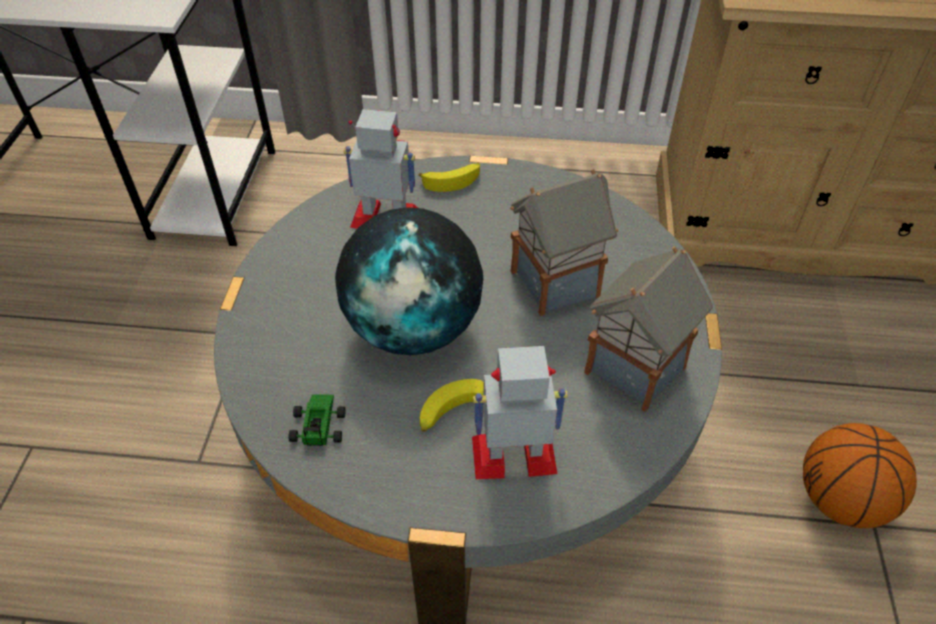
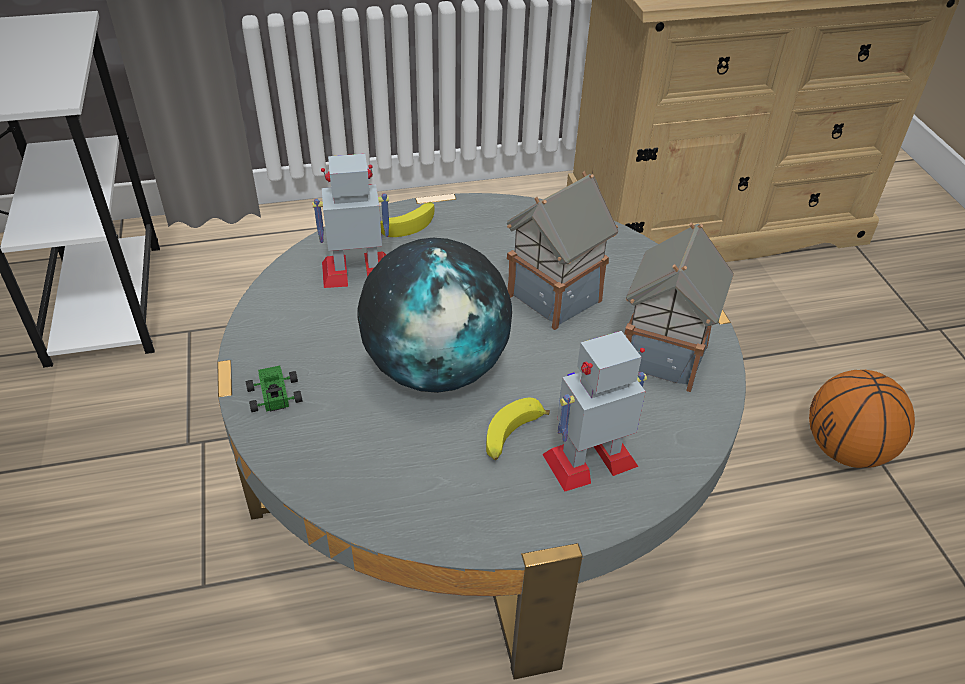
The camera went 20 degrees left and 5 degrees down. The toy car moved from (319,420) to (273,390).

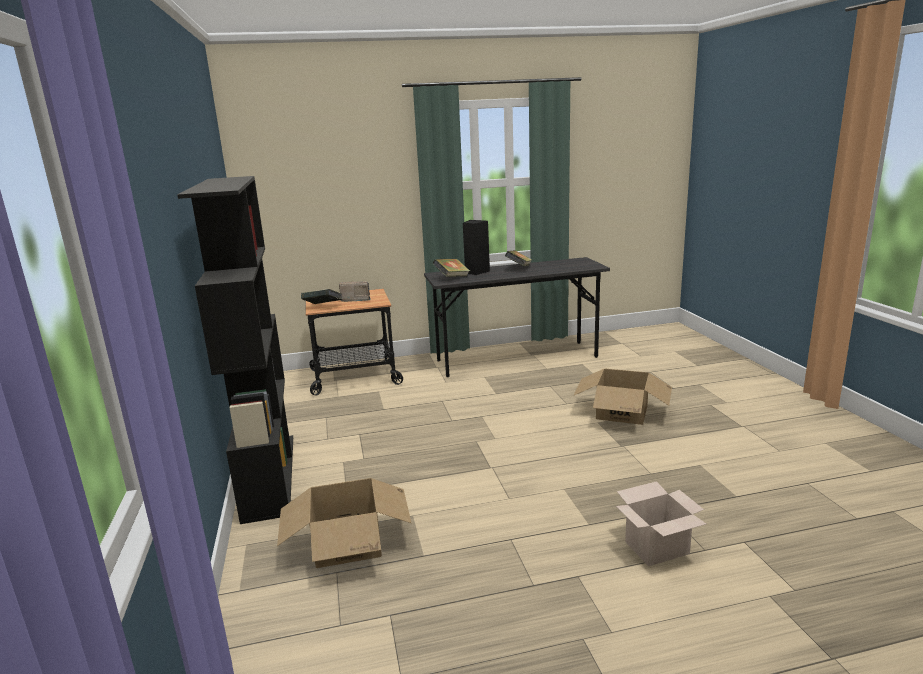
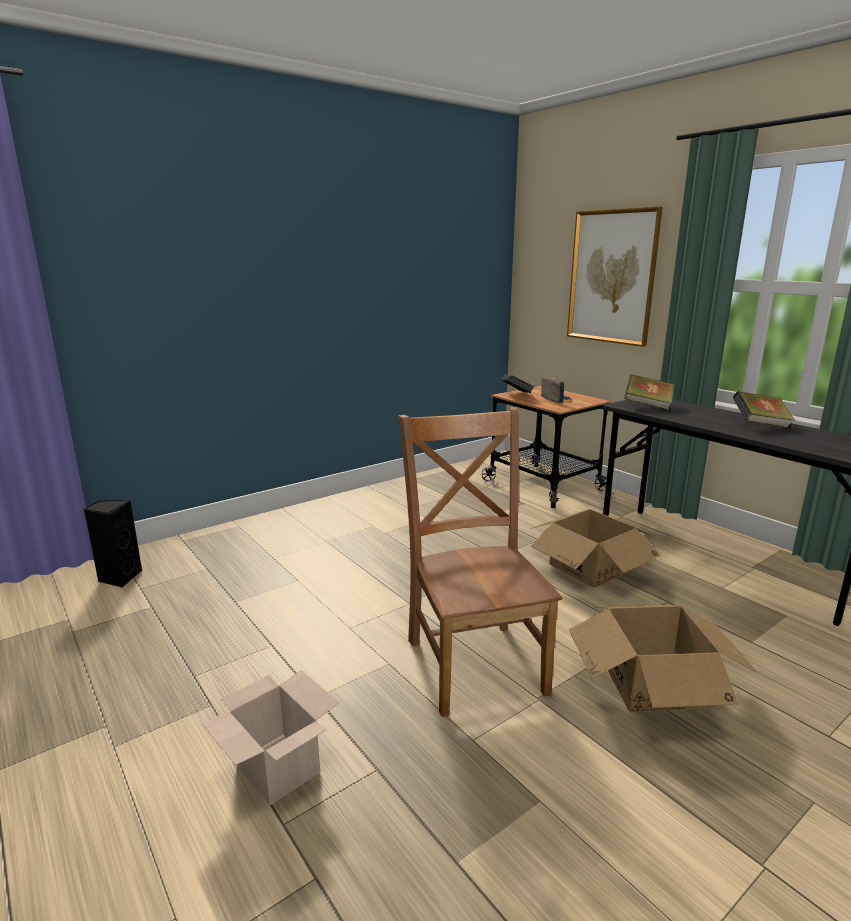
The camera went 65 degrees right and 0 degrees up. The black bookcase at (268,475) disappeared. The black speaker moved from (475,272) to (119,577). The cardboard box moved from (348,542) to (590,567). The picture at (612,277) appeared. The brown chair at (474,661) appeared.

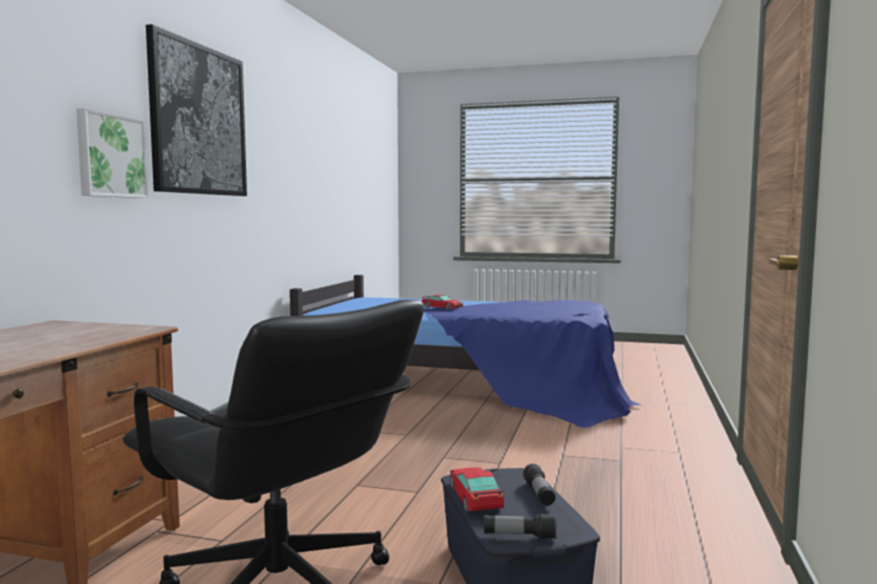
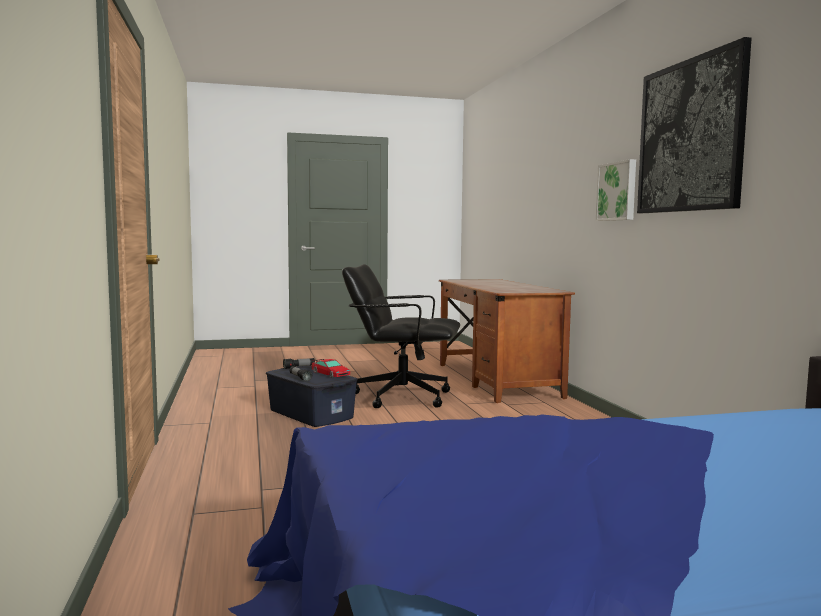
The camera went 150 degrees right and 0 degrees up. The toy car at (441,308) disappeared.

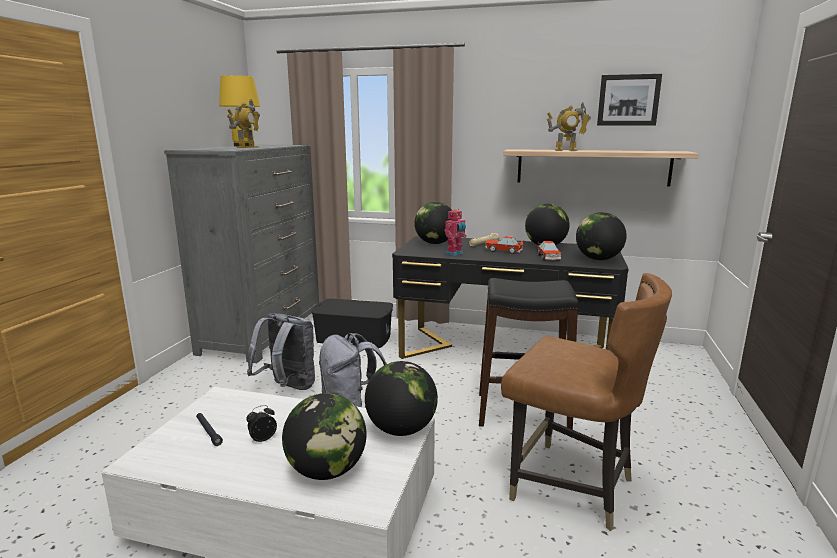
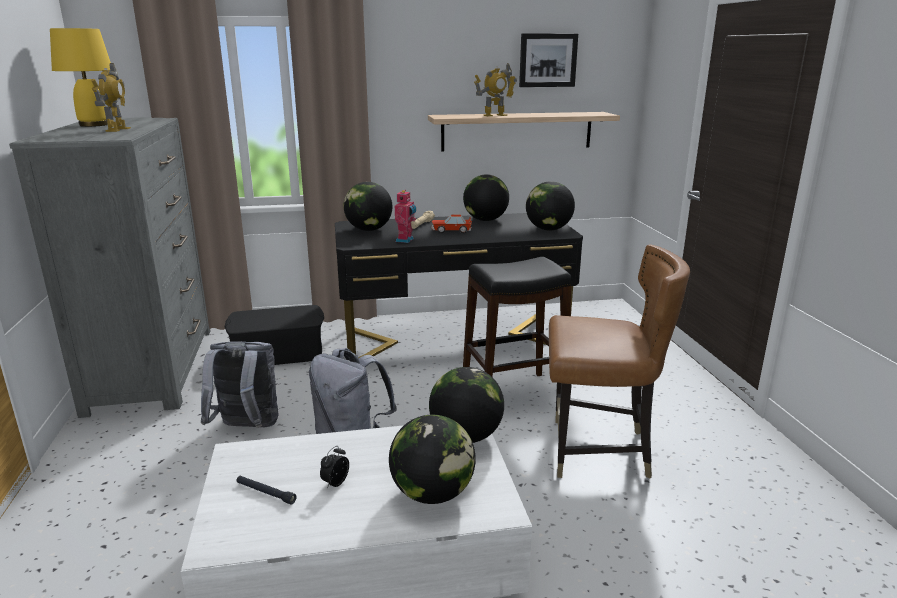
The camera went 25 degrees left and 5 degrees up. The toy car at (548,258) disappeared.

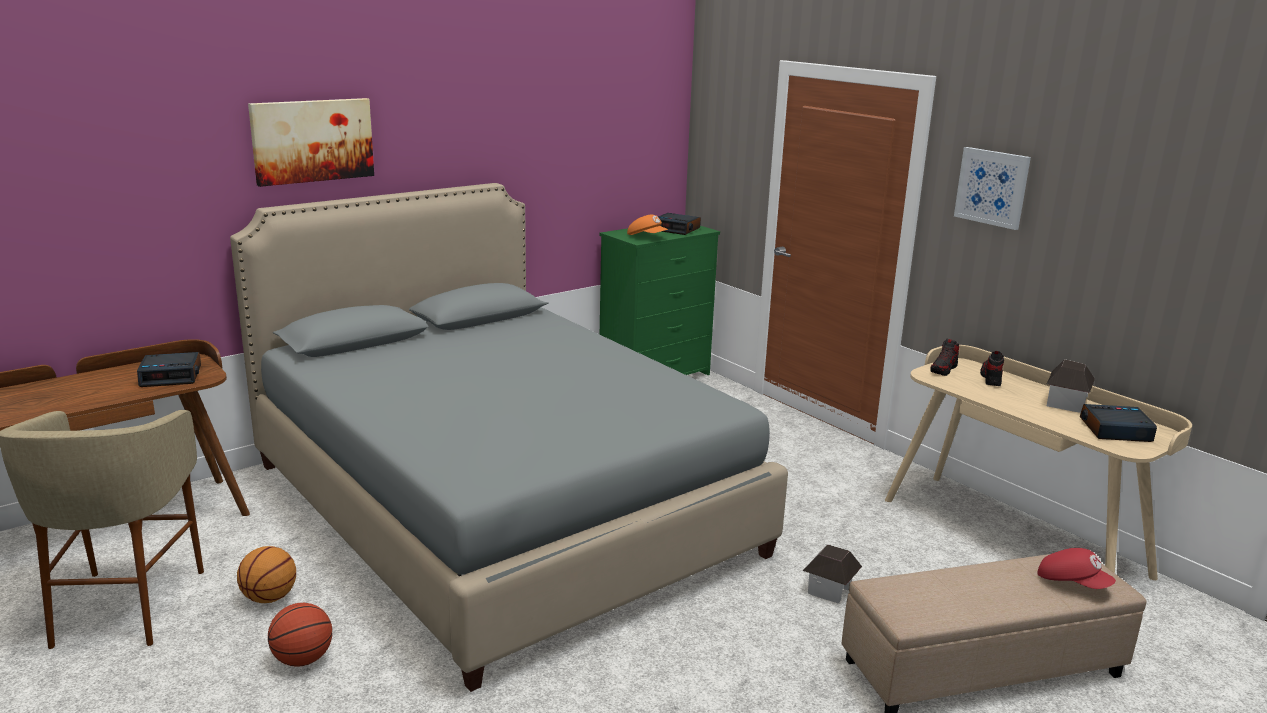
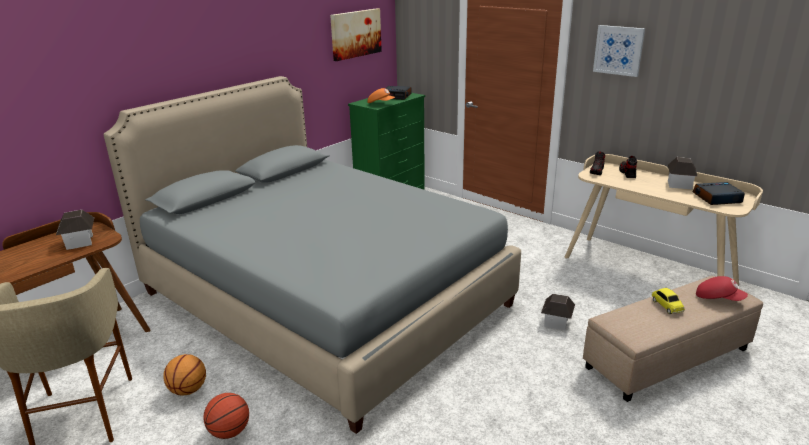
The camera went 10 degrees left and 5 degrees up. The picture moved from (312,140) to (355,34). The alarm clock at (172,376) was replaced by the toy house at (80,242). The toy car at (666,306) appeared.

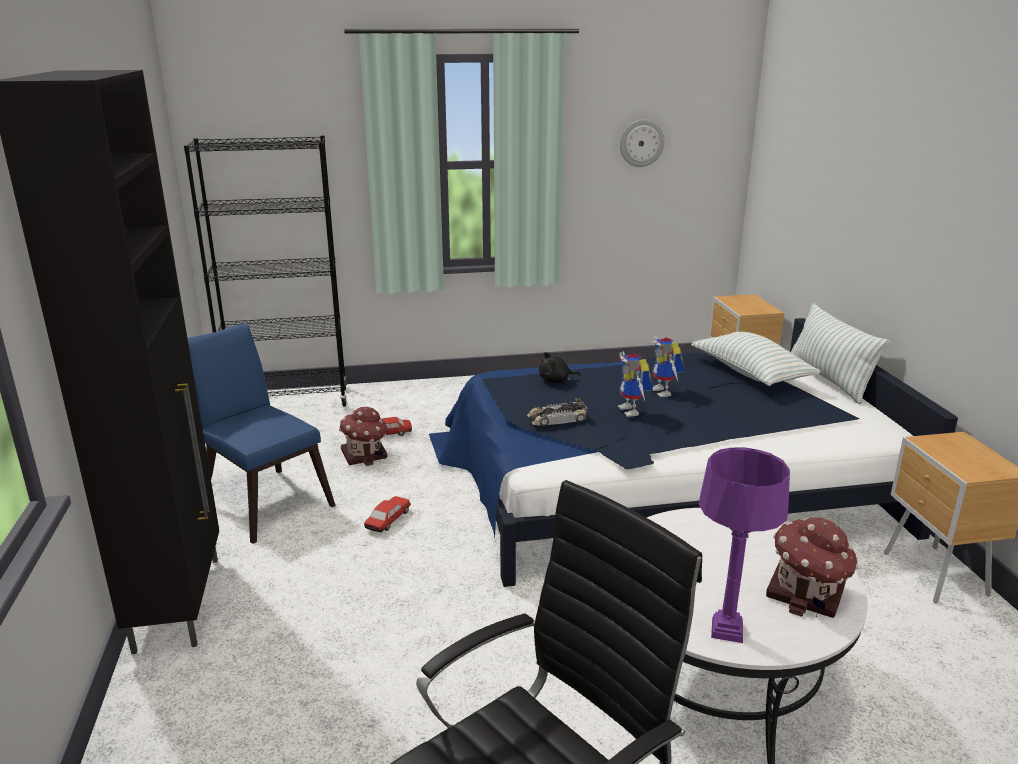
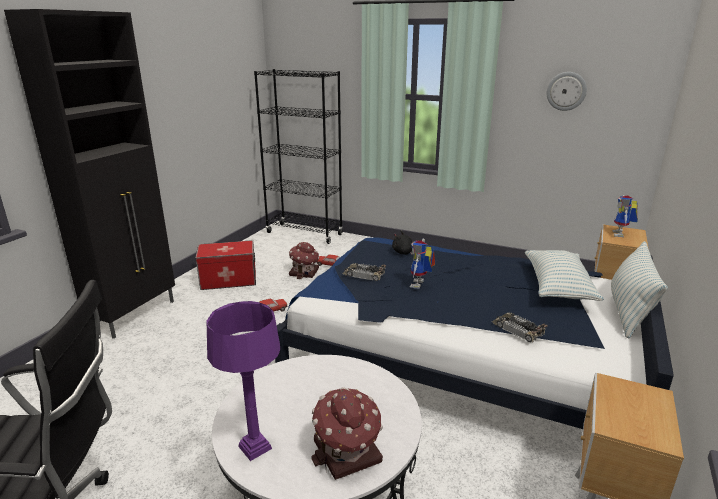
The camera went 35 degrees right and 0 degrees up. The blue chair at (264,500) was replaced by the storage box at (229,280). The toy robot moved from (665,392) to (621,235). The toy car at (517,329) appeared.

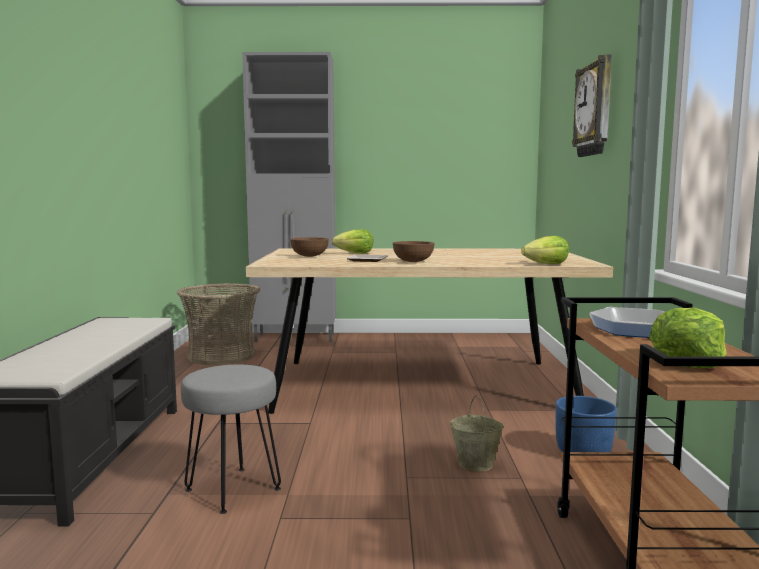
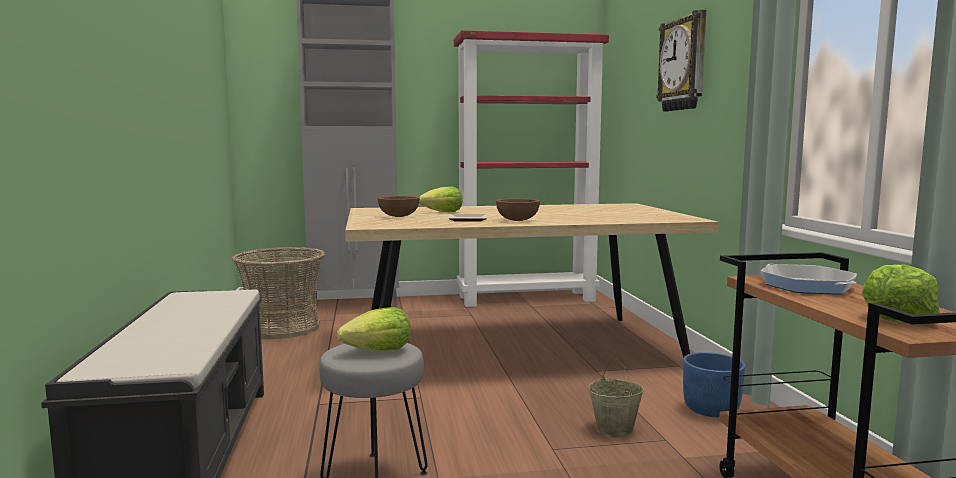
The camera went 10 degrees left and 0 degrees up. The lettuce moved from (546,264) to (378,351). The red bookcase at (527,298) appeared.

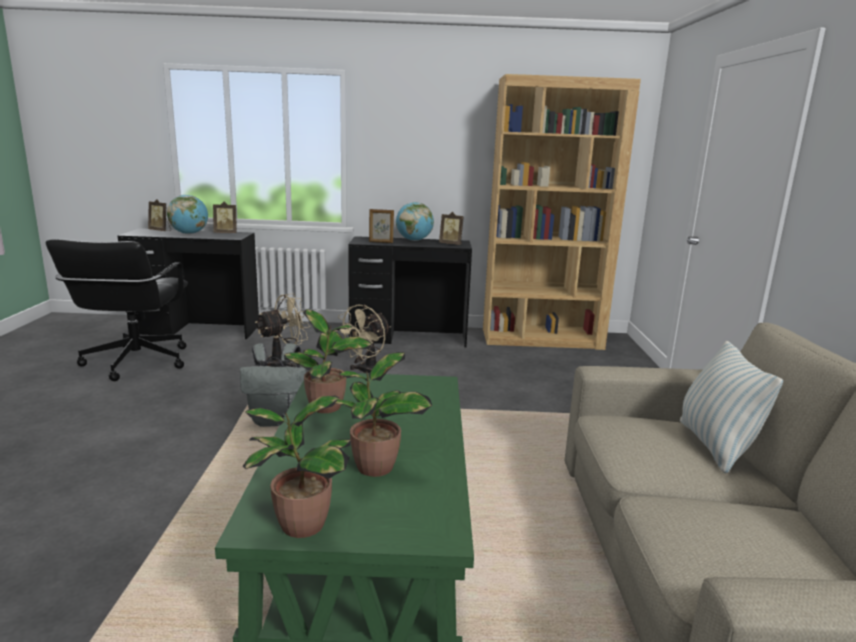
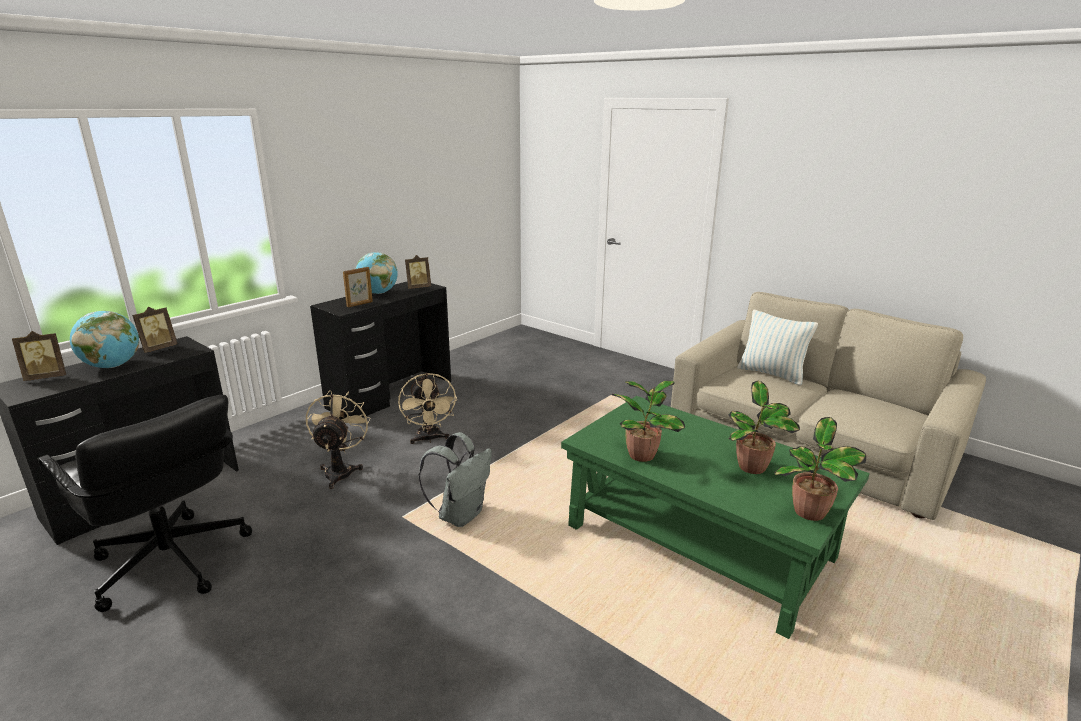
The camera went 50 degrees left and 5 degrees up. The brown bookcase at (542,339) disappeared.

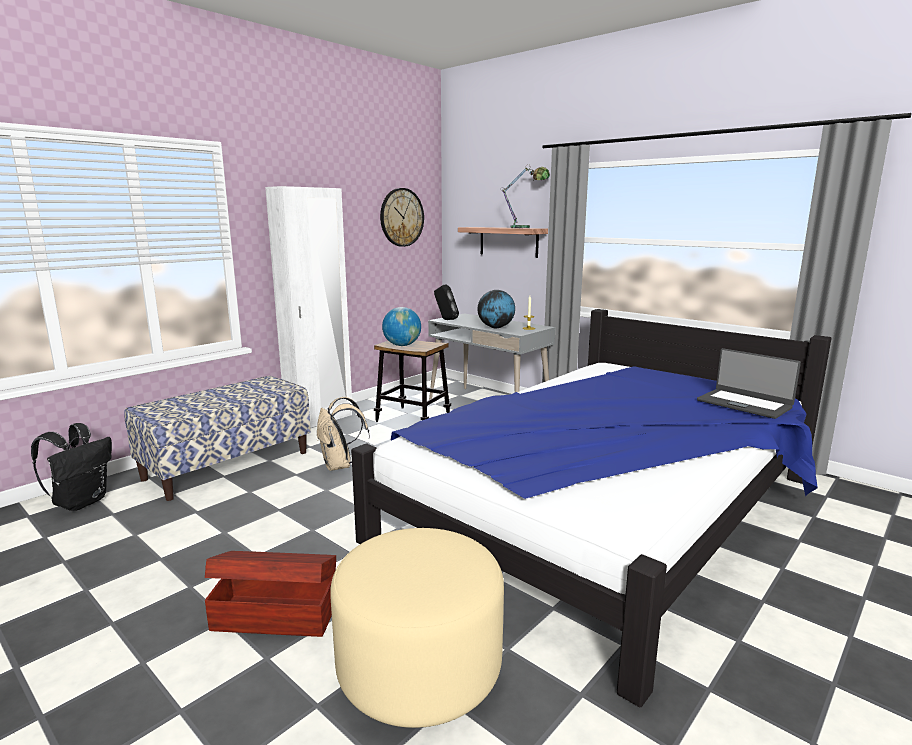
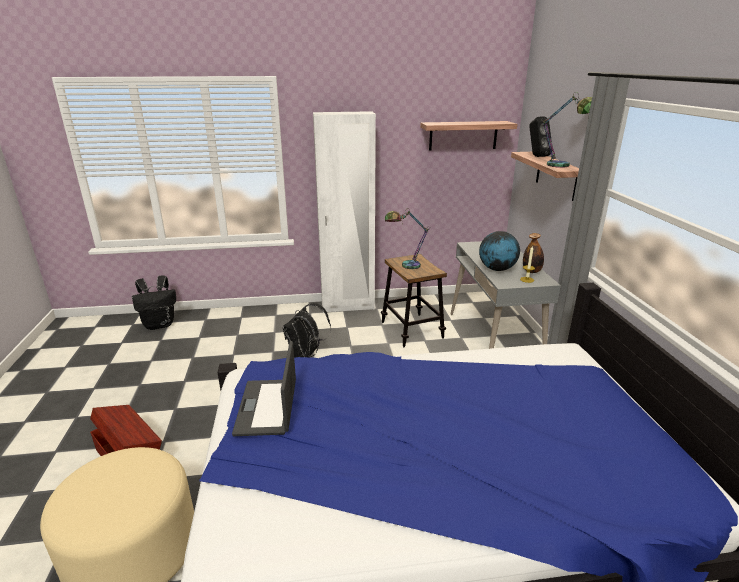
The camera went 40 degrees right and 10 degrees up. The wall clock at (401,217) was replaced by the shelf at (463,135). The black speaker moved from (445,319) to (536,156). The globe at (402,345) was replaced by the table lamp at (405,265). The laptop moved from (744,404) to (268,407). The bench at (228,465) disappeared. The beige backpack at (340,465) became the black backpack at (306,356). The bottle at (531,271) appeared.

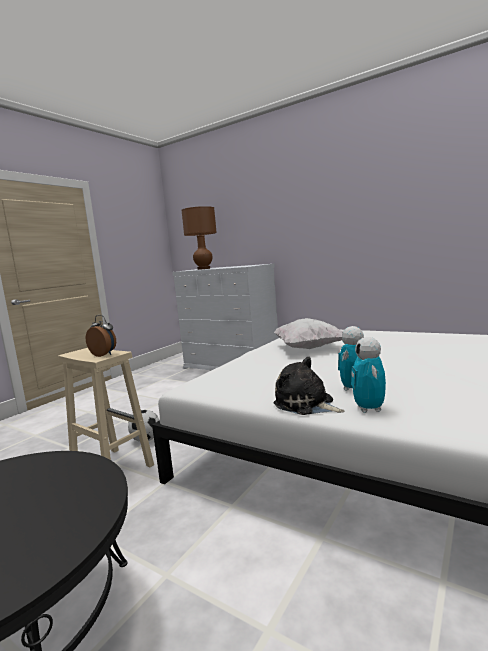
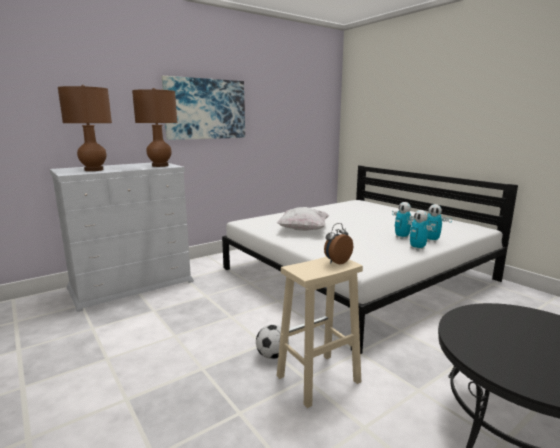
The camera went 70 degrees left and 5 degrees up. The plush toy at (306,404) was replaced by the toy robot at (417,248). The picture at (205,109) appeared. The brown table lamp at (160,165) appeared.

